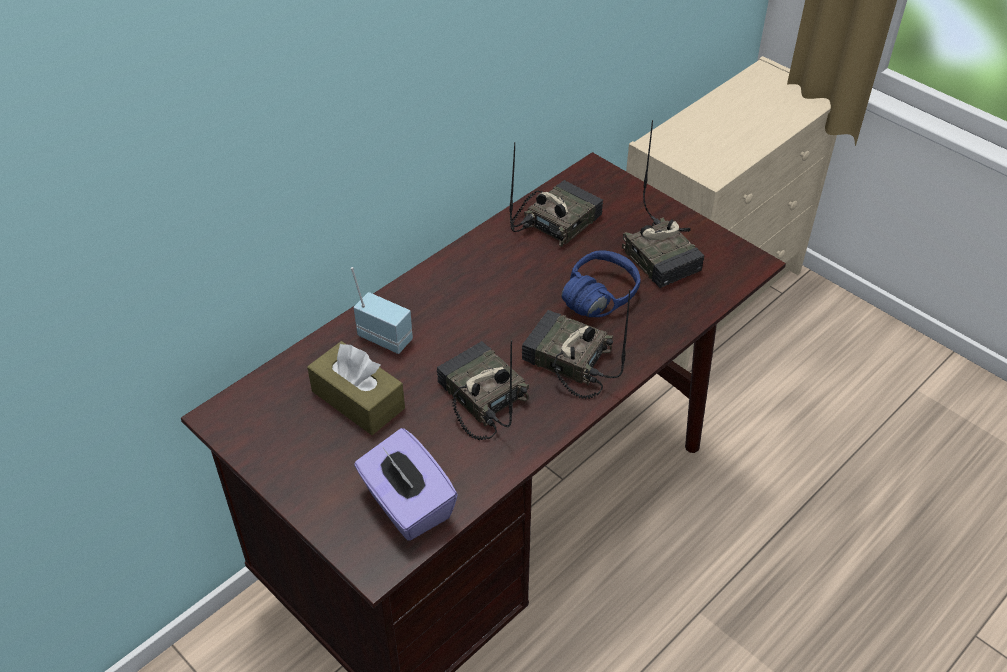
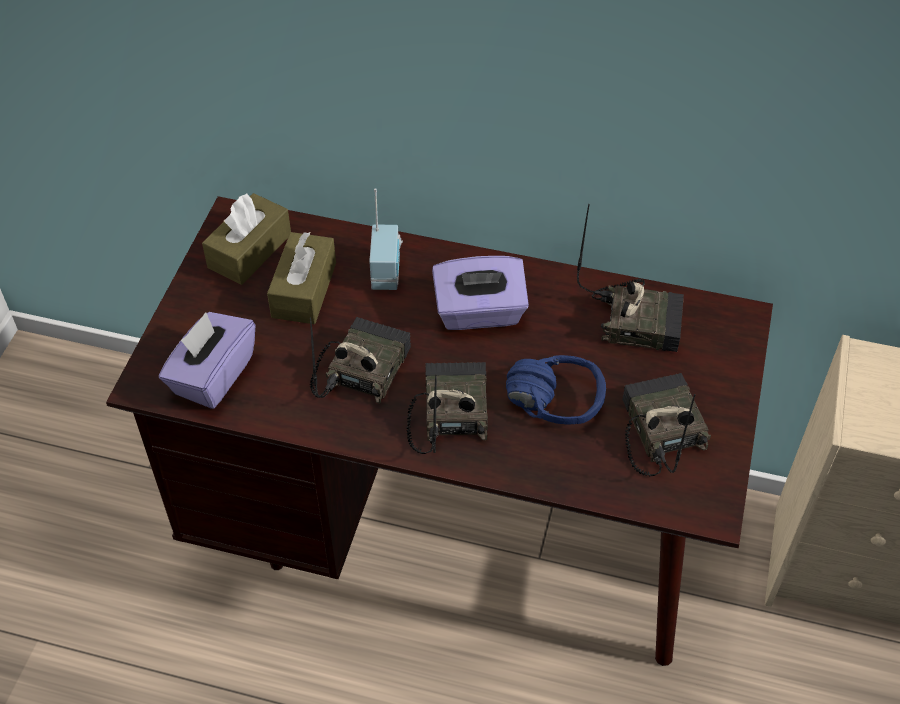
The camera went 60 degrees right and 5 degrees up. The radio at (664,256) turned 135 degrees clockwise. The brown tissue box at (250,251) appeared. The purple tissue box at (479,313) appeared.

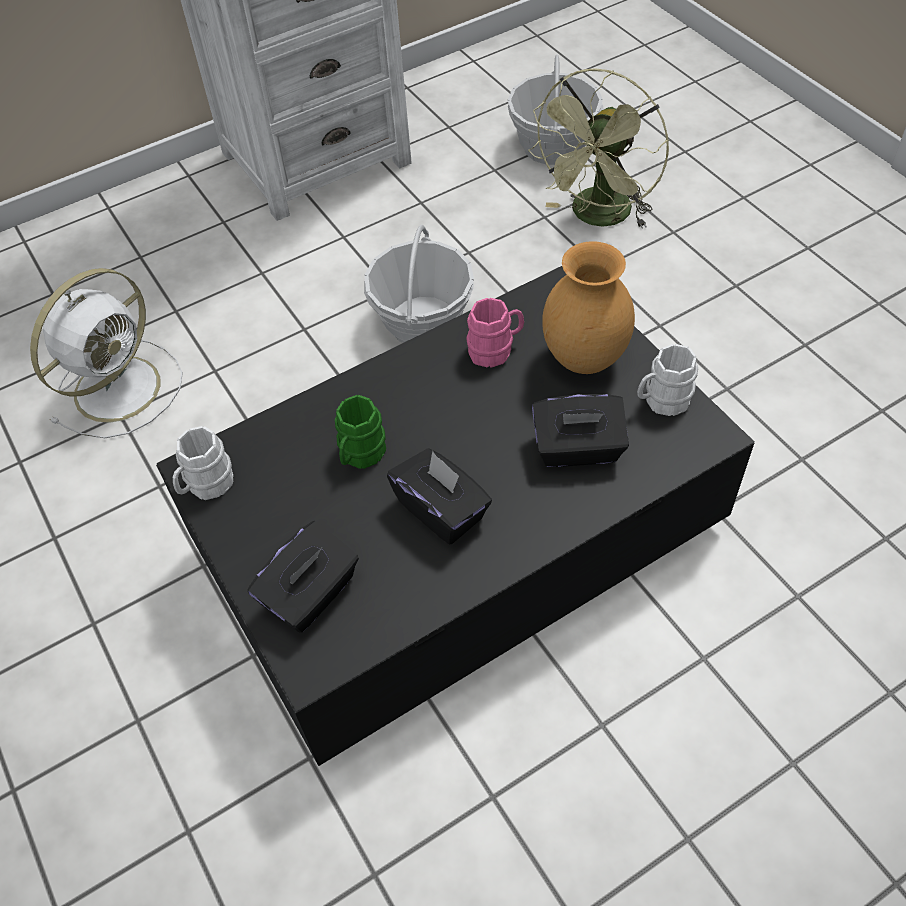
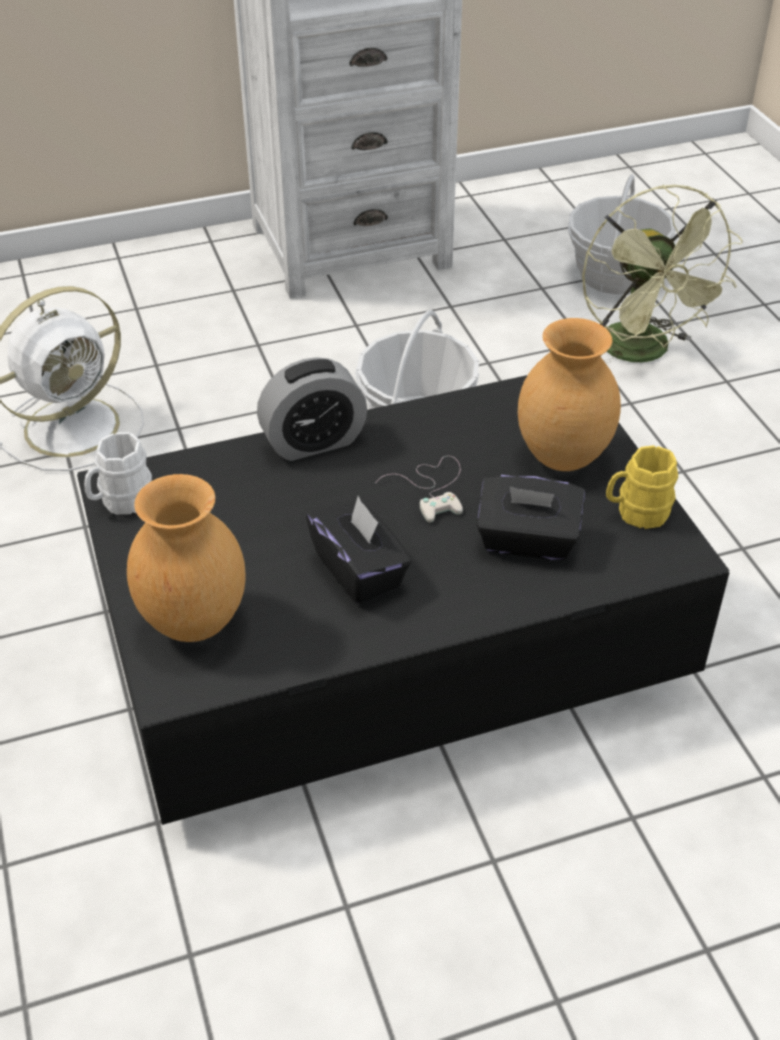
The camera went 10 degrees right and 10 degrees down. The green fan at (597,217) turned 60 degrees counterclockwise. The pink mug at (496,349) disappeared. The white mug at (662,401) became the yellow mug at (636,512). The green mug at (360,455) disappeared. The black tissue box at (311,594) was replaced by the brown vase at (195,621). The alarm clock at (313,442) appeared. The white game controller at (433,488) appeared.

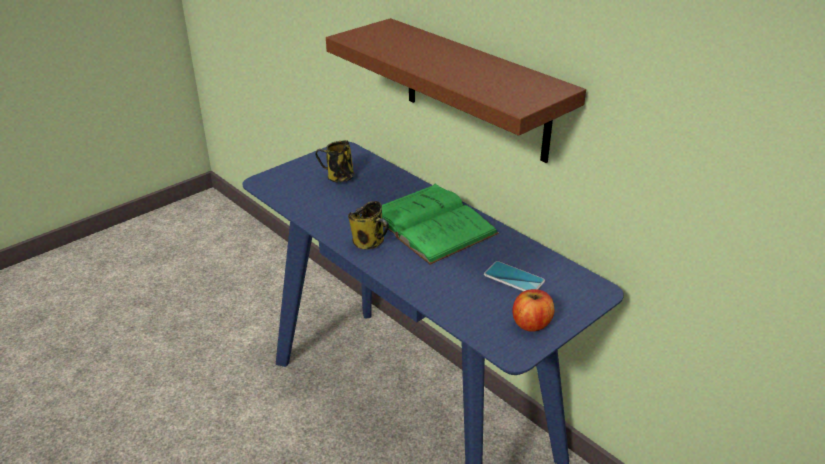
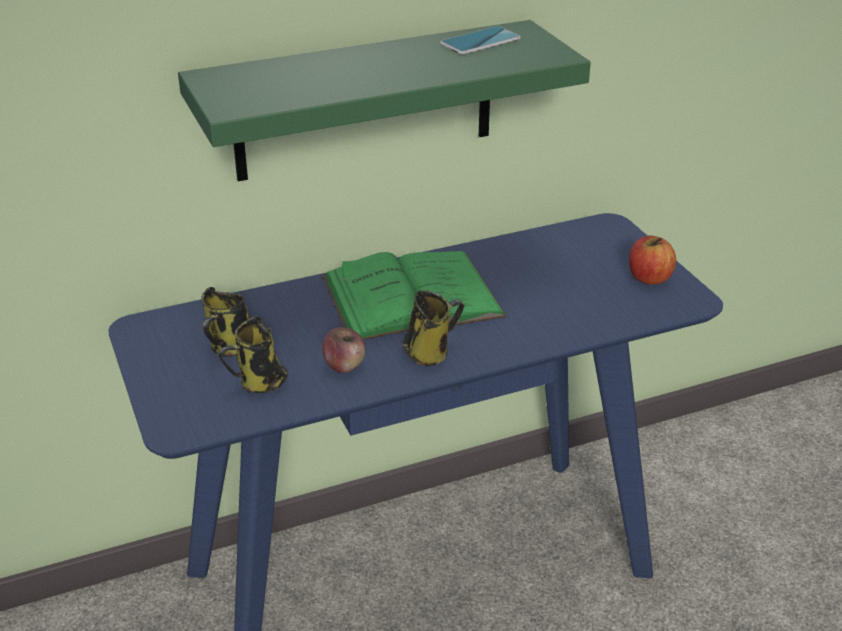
The camera went 70 degrees left and 0 degrees up. The brown shelf at (476,90) became the green shelf at (365,101). The phone moved from (514,278) to (480,42). The mug at (259,383) appeared. The apple at (344,365) appeared.

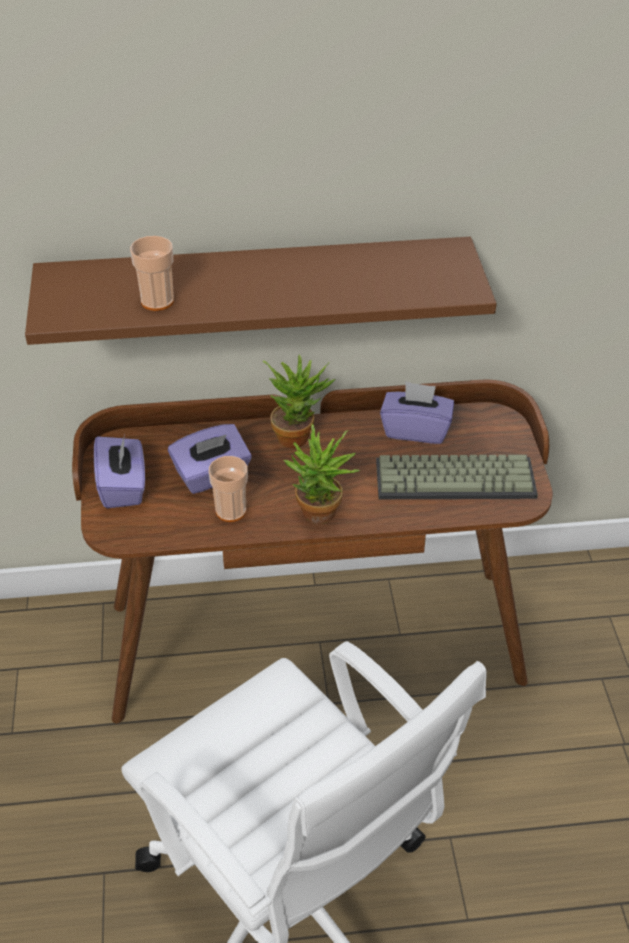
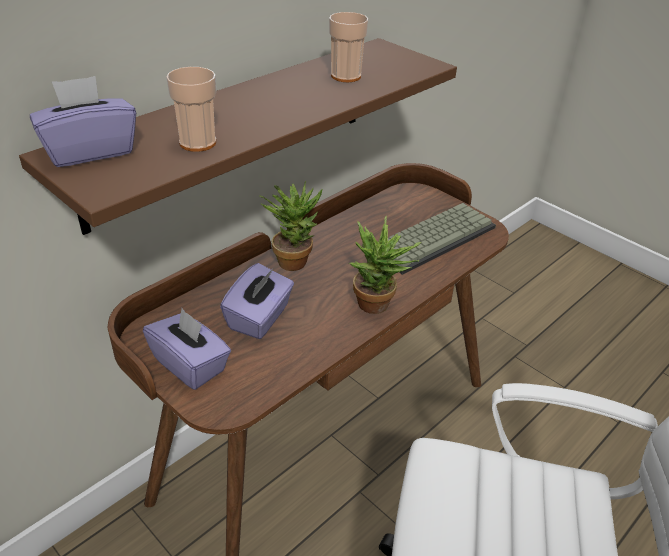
The camera went 40 degrees left and 5 degrees down. The purple tissue box moved from (416,430) to (90,151). The cup moved from (231,511) to (346,76).

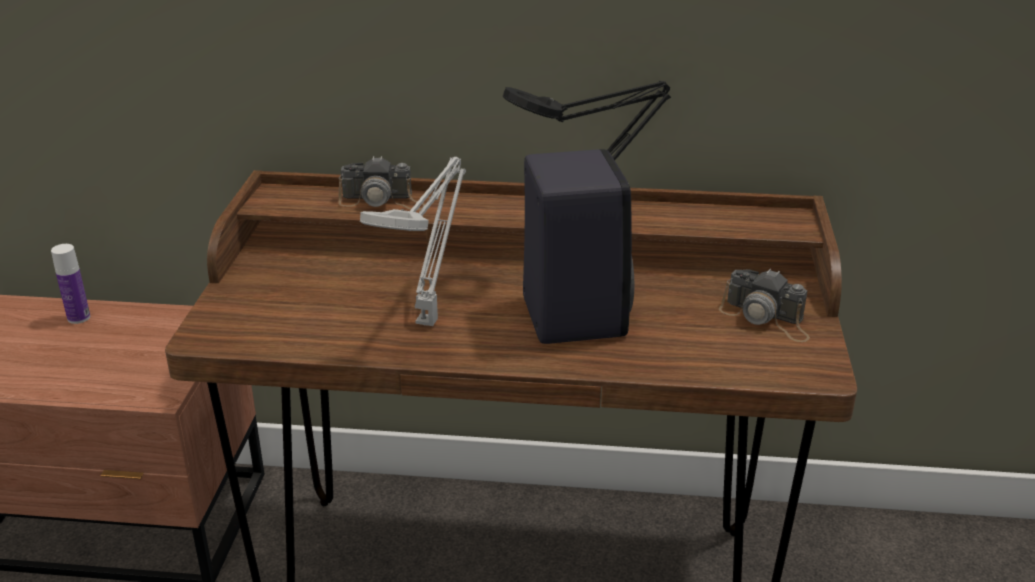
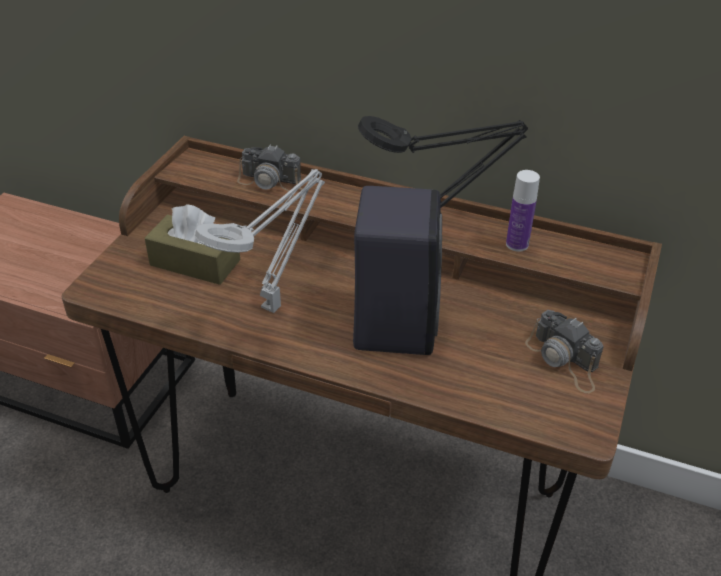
The camera went 15 degrees right and 10 degrees up. The bottle moved from (79,317) to (517,244). The brown tissue box at (195,262) appeared.

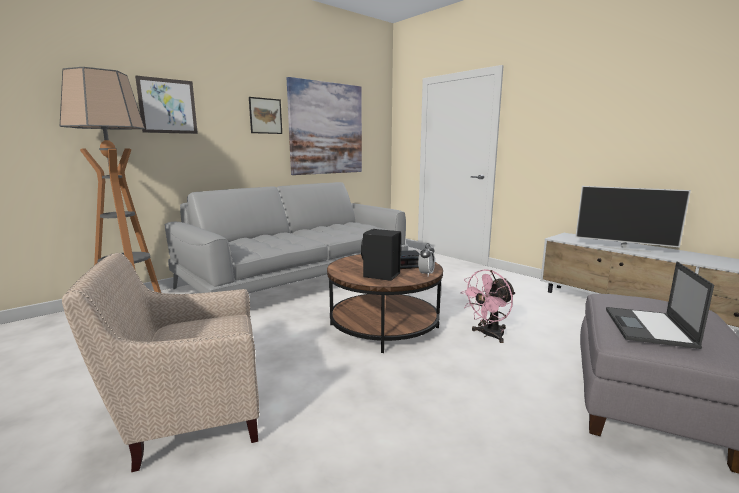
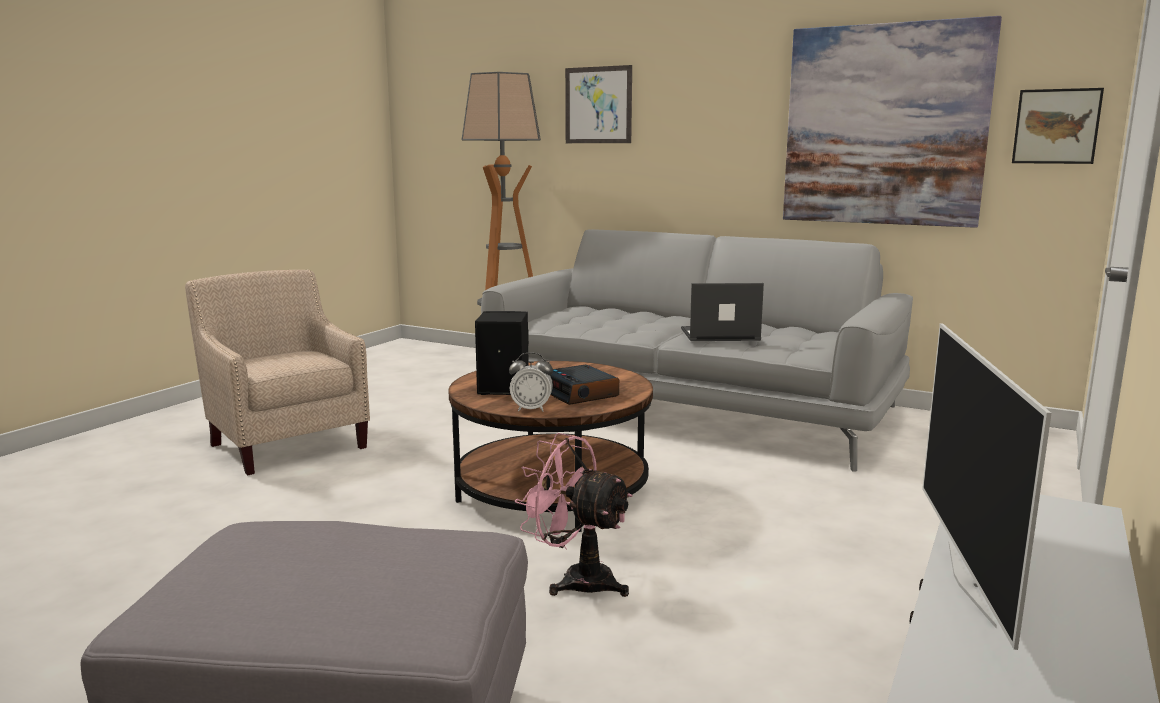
The camera went 70 degrees right and 0 degrees up. The picture moved from (265,116) to (1056,126). The laptop moved from (649,328) to (718,334).

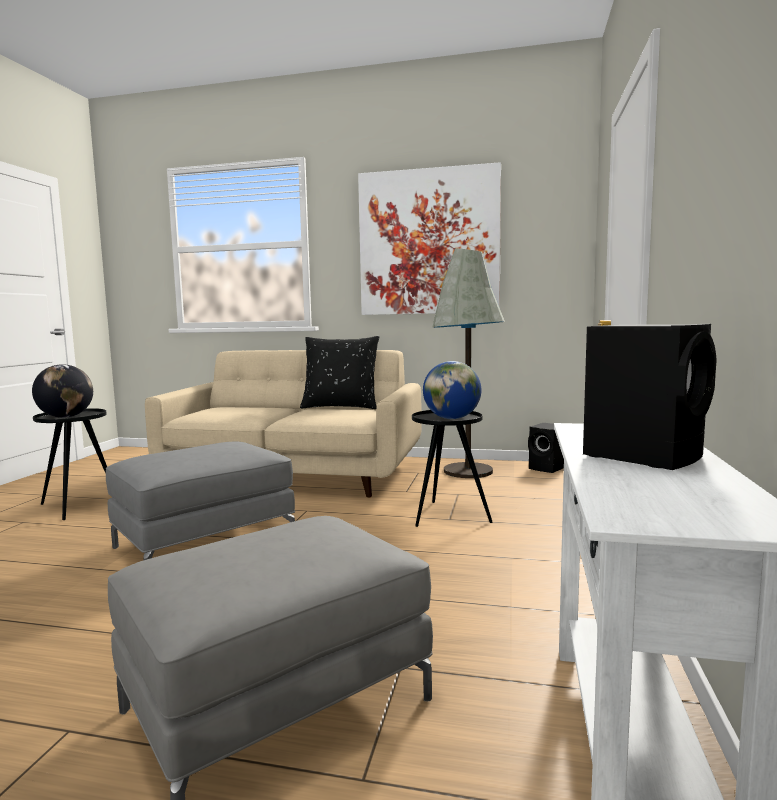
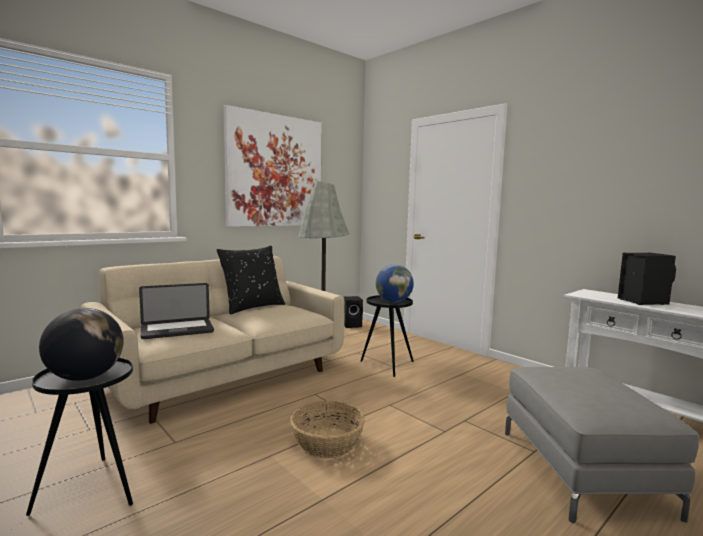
The camera went 55 degrees left and 0 degrees up. The grey ottoman at (205,543) was replaced by the basket at (327,442). The laptop at (177,330) appeared.

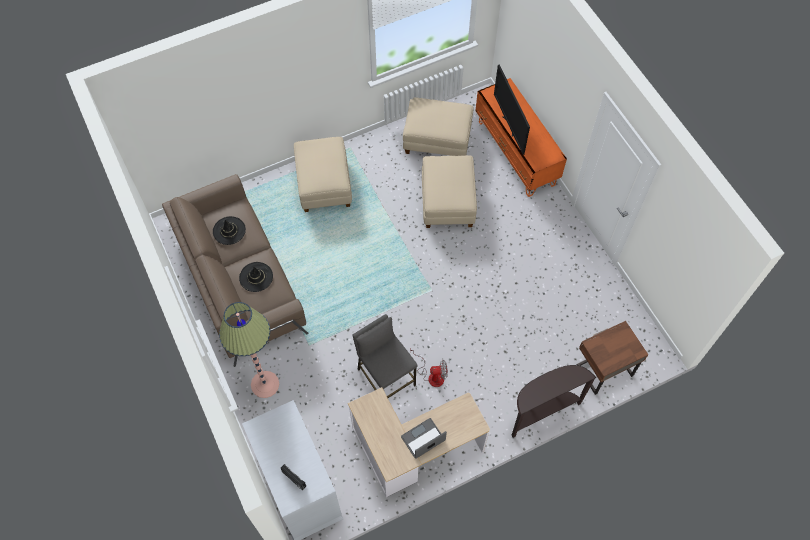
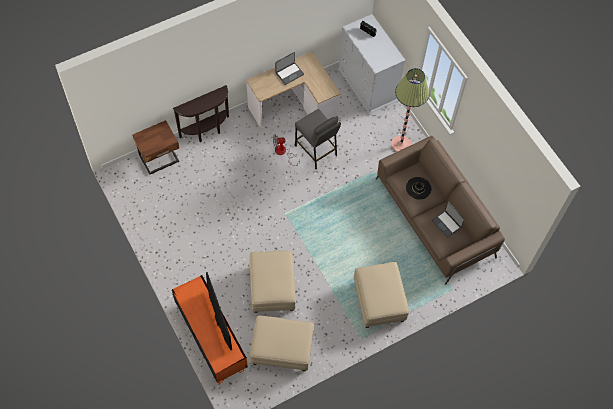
The camera went 175 degrees right and 0 degrees up. The black hat at (229,230) was replaced by the laptop at (446,224).

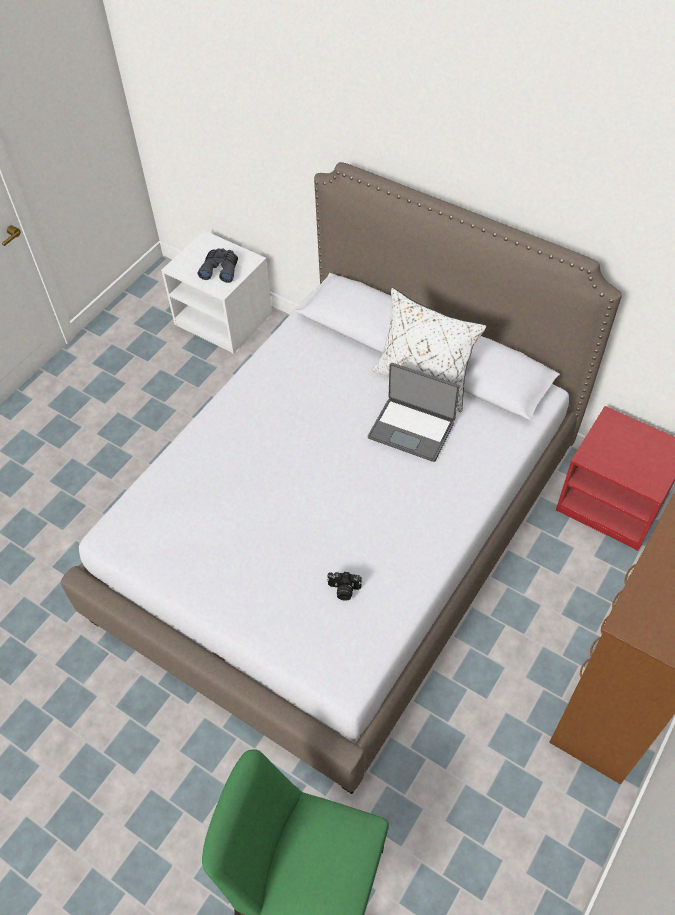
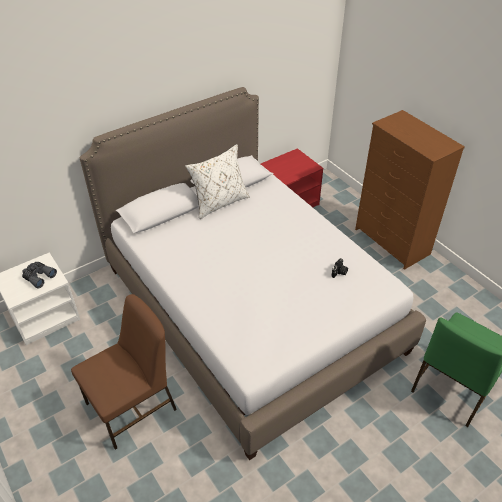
The camera went 70 degrees left and 10 degrees down. The laptop at (412,429) disappeared. The brown chair at (133,406) appeared.

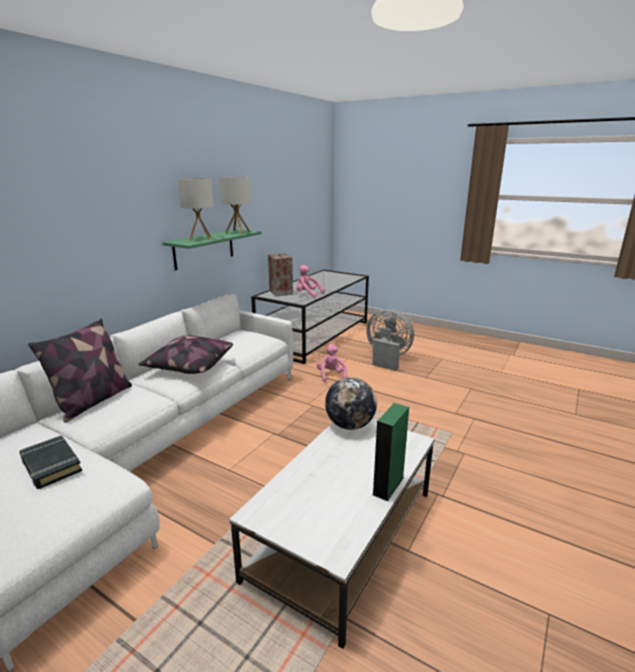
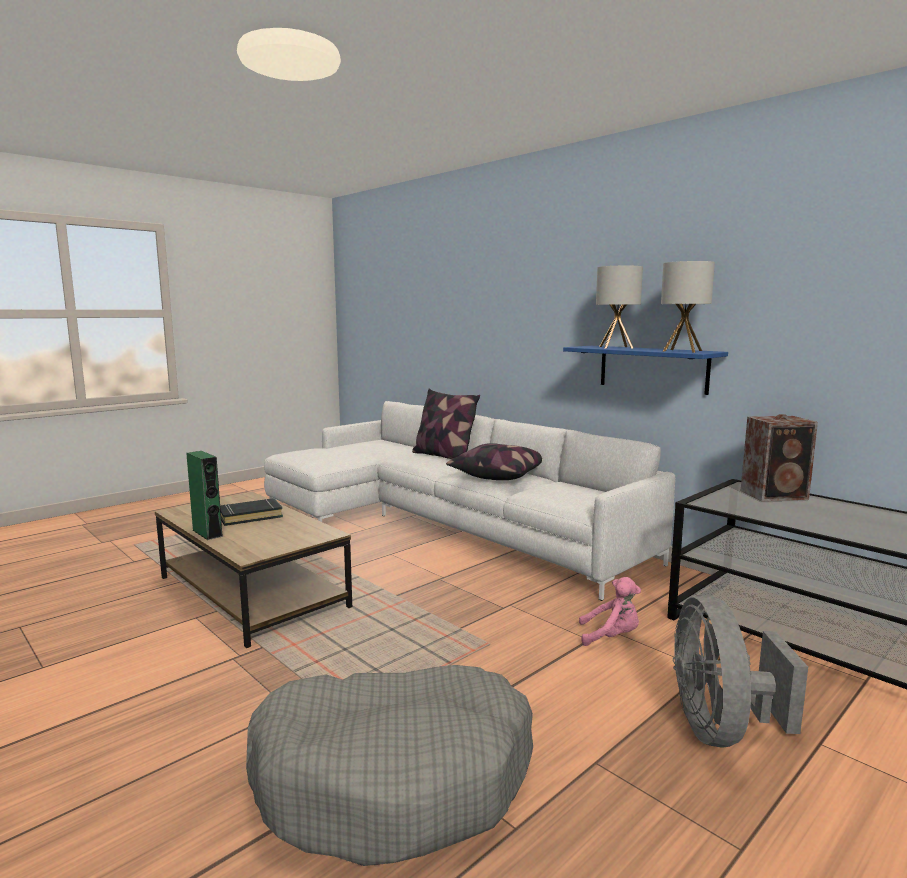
The camera went 105 degrees right and 10 degrees down. The green shelf at (204,249) became the blue shelf at (652,369). The pink plush toy at (307,294) disappeared. The grey fan at (387,358) turned 135 degrees clockwise. The globe at (350,425) disappeared. The white coffee table at (343,532) became the brown coffee table at (253,592). The black book moved from (51,465) to (250,516). The grey dog bed at (394,778) appeared.

